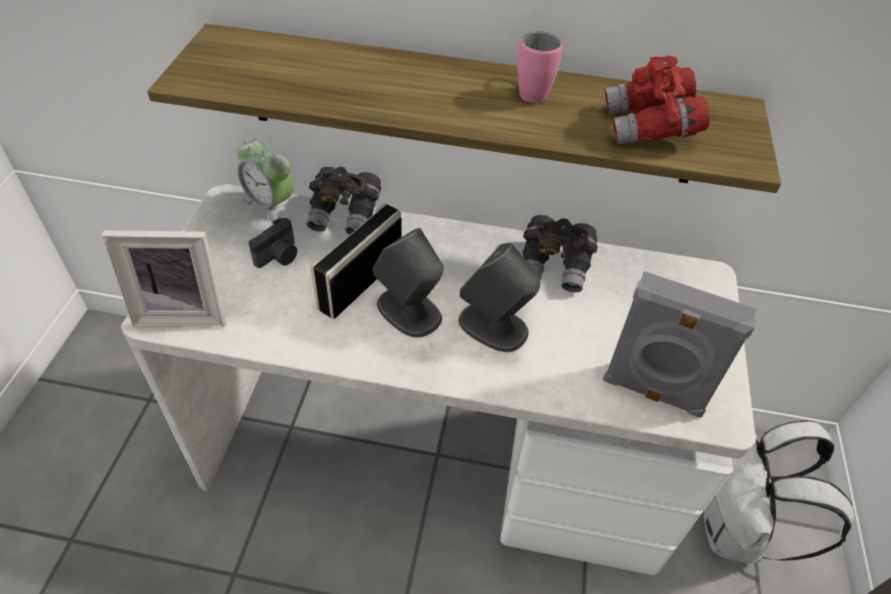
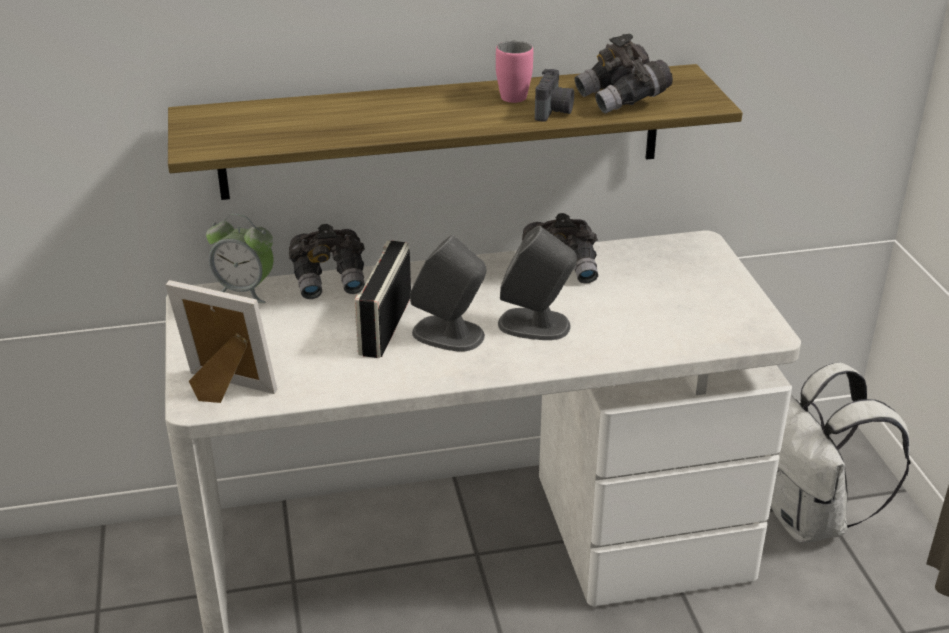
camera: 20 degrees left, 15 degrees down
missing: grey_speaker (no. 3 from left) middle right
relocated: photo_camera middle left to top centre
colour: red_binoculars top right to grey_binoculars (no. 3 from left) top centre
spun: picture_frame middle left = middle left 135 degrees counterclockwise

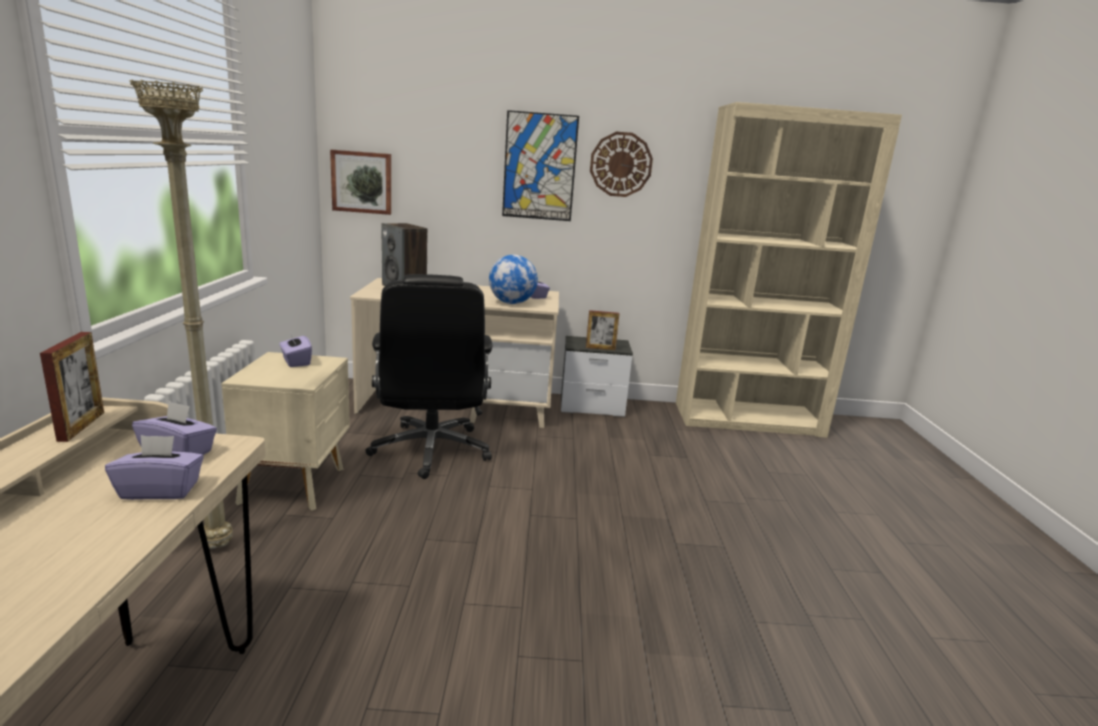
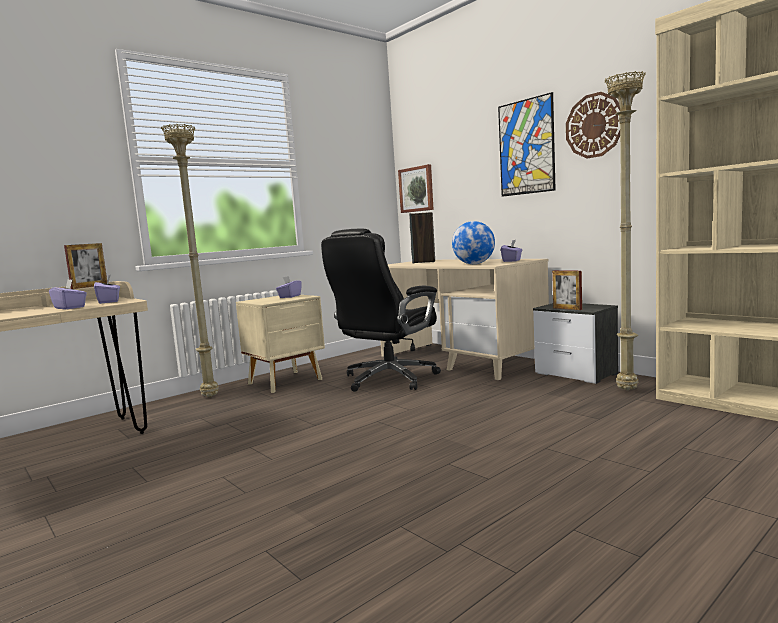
camera: 50 degrees right, 10 degrees down
appeared: beige_floor_lamp (no. 2 from left) middle right

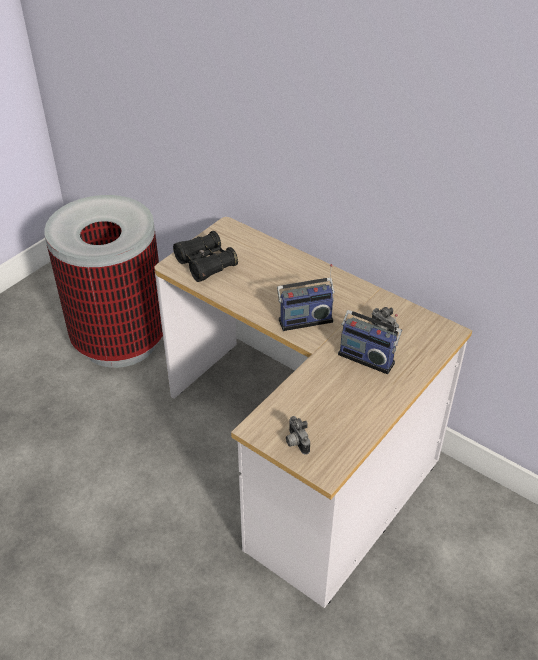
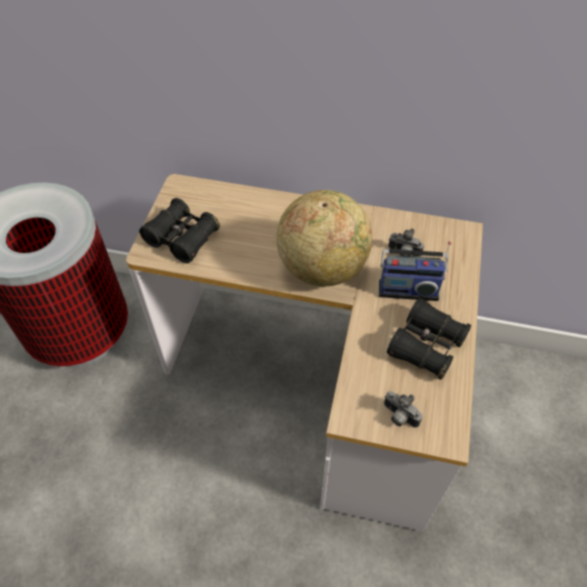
camera: 25 degrees left, 10 degrees up
appeared: black_binoculars (no. 2 from left) middle right
exchanged: radio (no. 1 from left) centre to globe centre

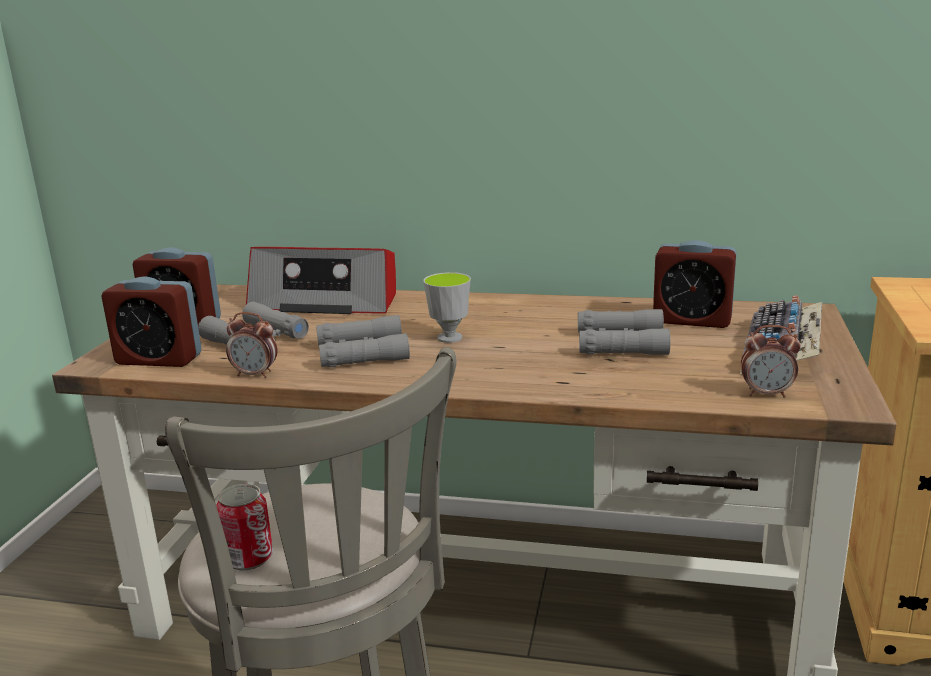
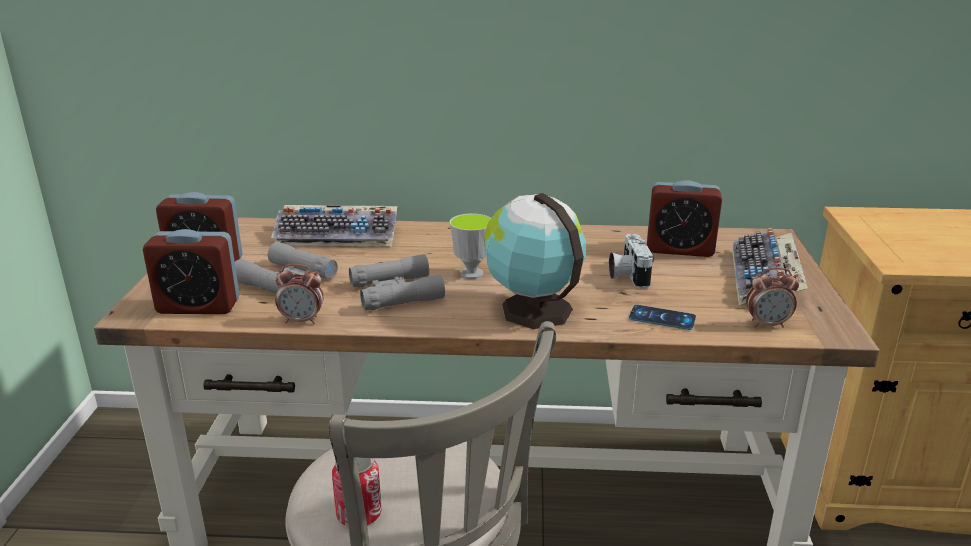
camera: 10 degrees left, 5 degrees up
appeared: globe centre; phone middle right
exchanged: radio centre to keyboard (no. 1 from left) centre; grey_binoculars (no. 3 from left) middle right to photo_camera centre

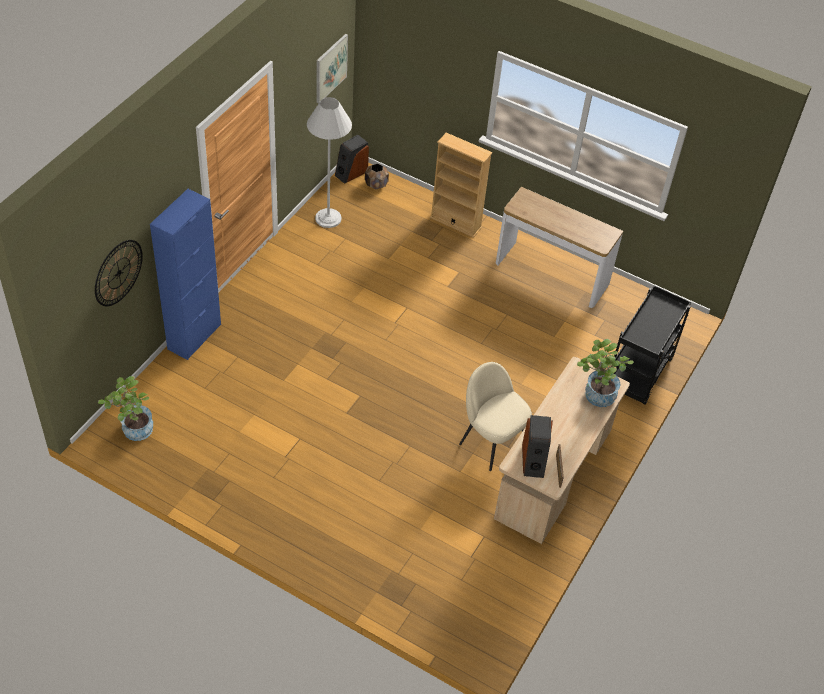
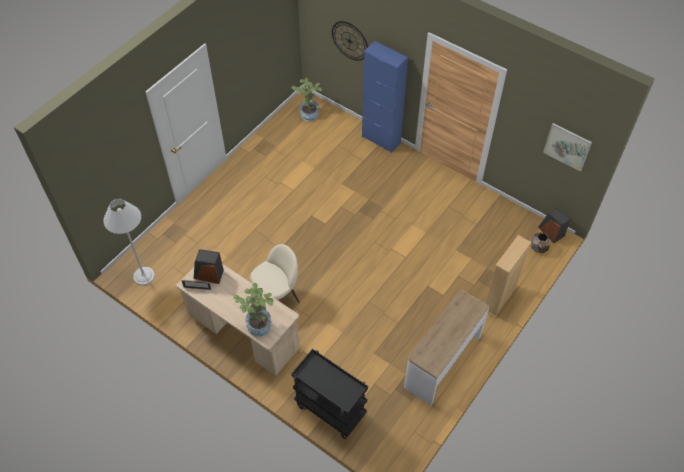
camera: 100 degrees right, 5 degrees up
relocated: white_floor_lamp top centre to middle left

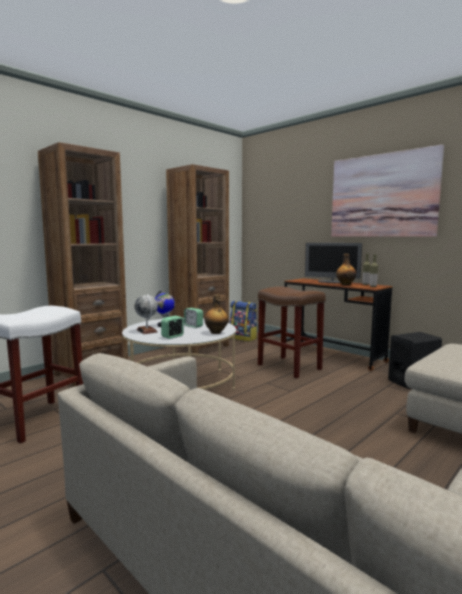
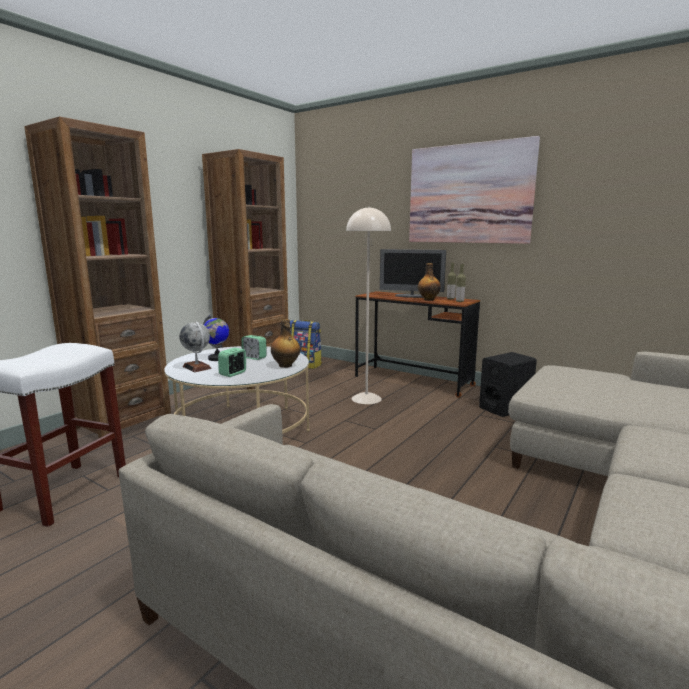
camera: 10 degrees left, 5 degrees up
exchanged: brown_stool centre to beige_floor_lamp centre

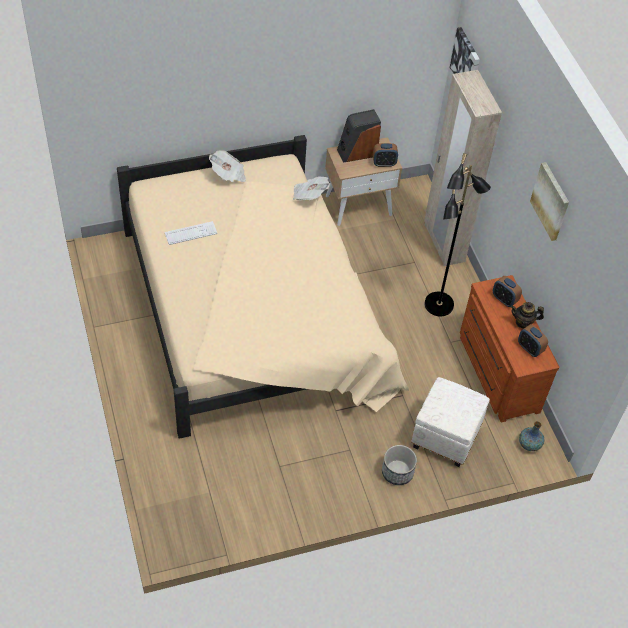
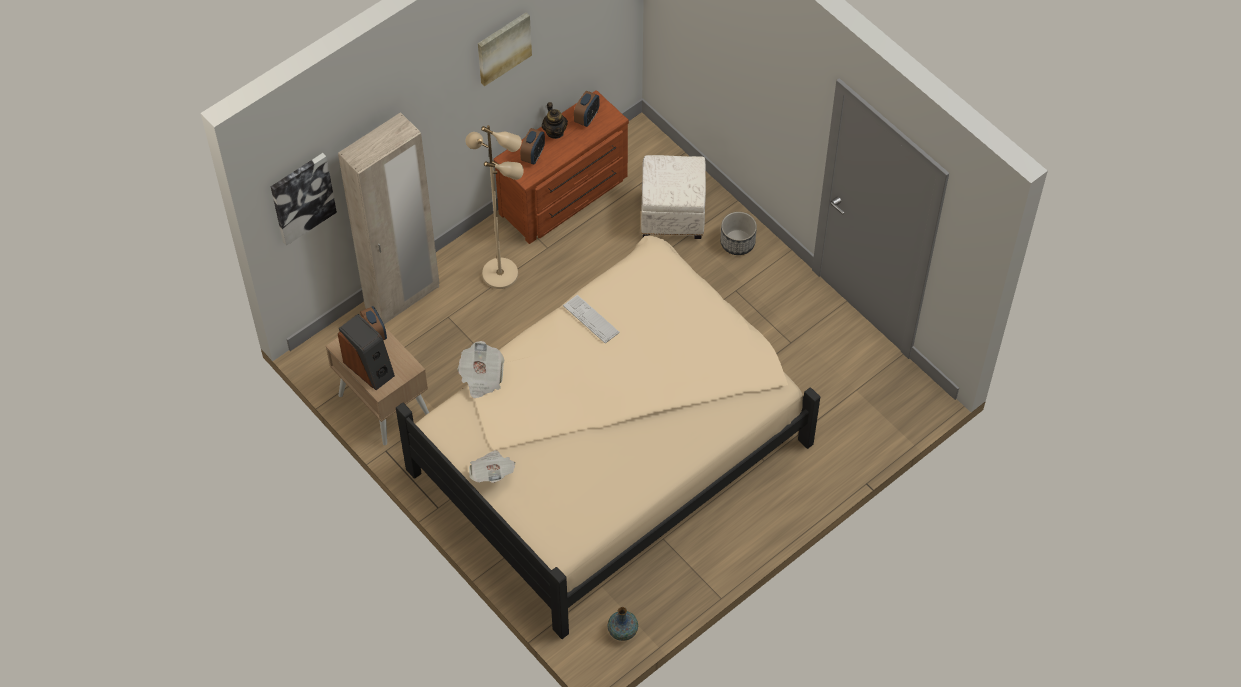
camera: 110 degrees left, 5 degrees up
relocated: keyboard middle left to centre; vase bottom right to bottom centre
colour: black_floor_lamp middle right to beige_floor_lamp top centre

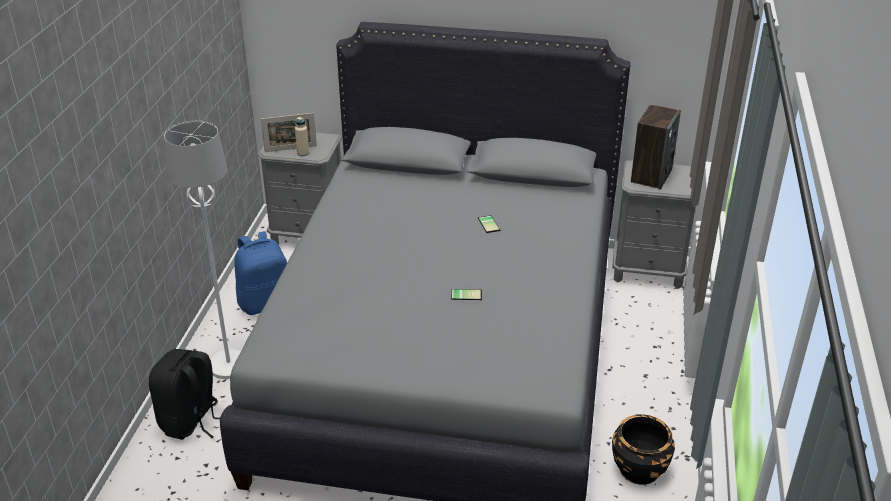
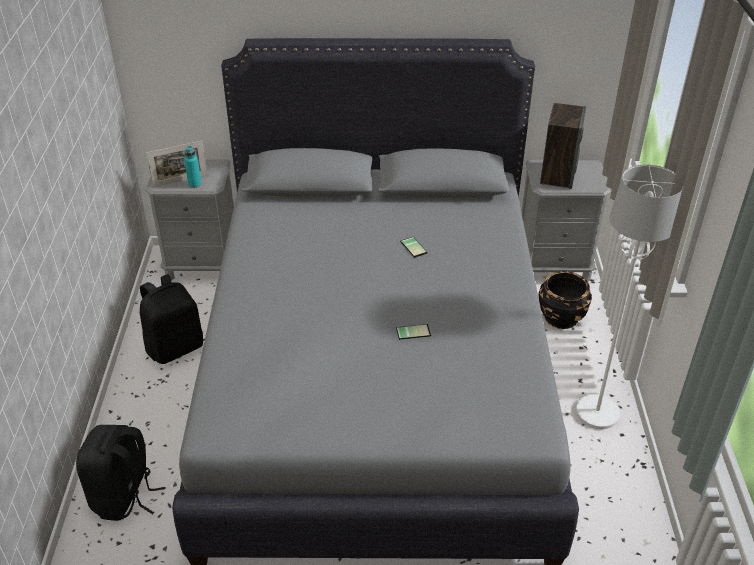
camera: 10 degrees left, 5 degrees up
relocated: white_floor_lamp middle left to middle right; black_planter bottom right to middle right
colour: beige_bottle top centre to turquoise_bottle top left; blue_backpack middle left to black_backpack (no. 2 from left) middle left

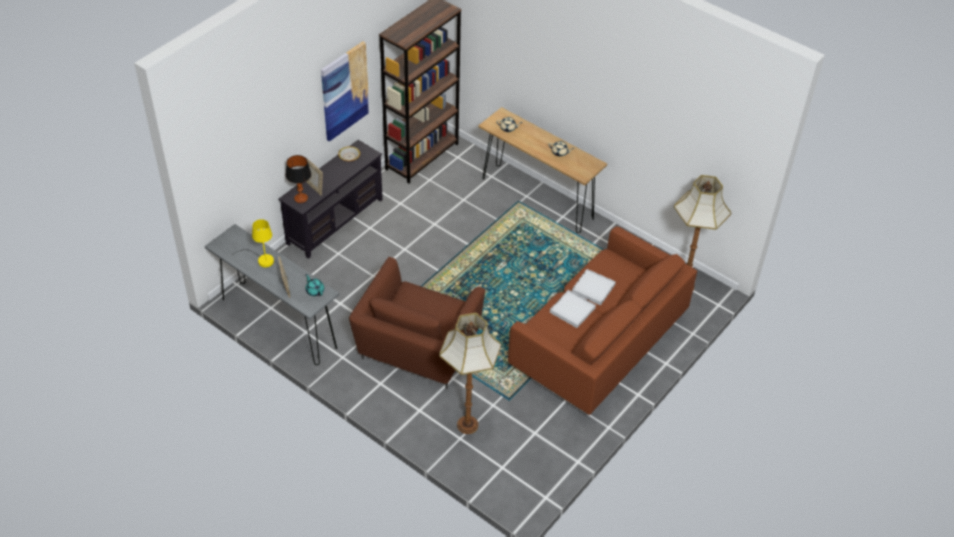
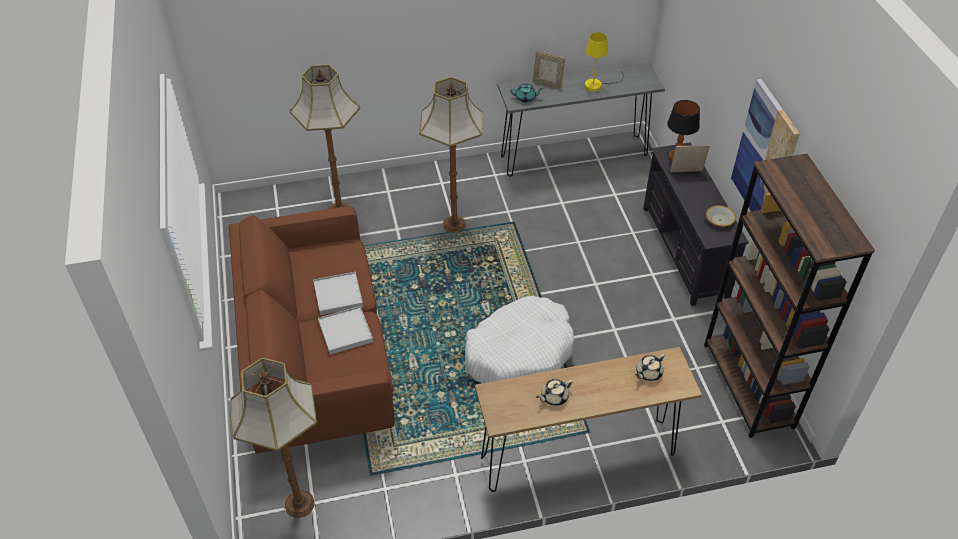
camera: 130 degrees right, 0 degrees up
appeared: white_dog_bed centre
exchanged: brown_armchair centre to floor_lamp (no. 3 from left) top centre

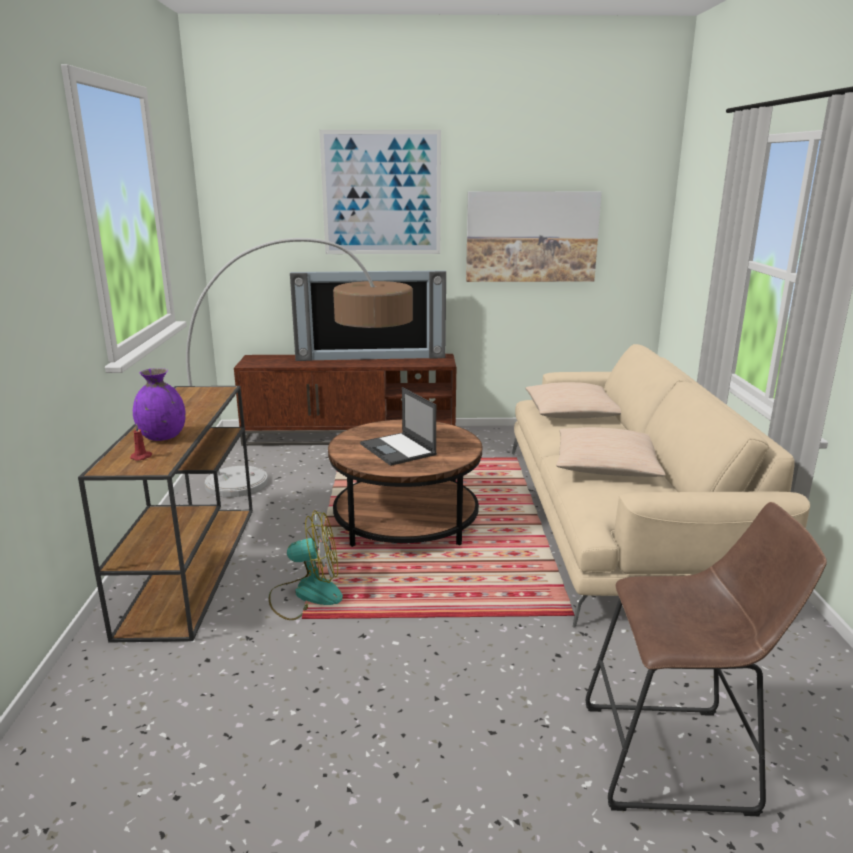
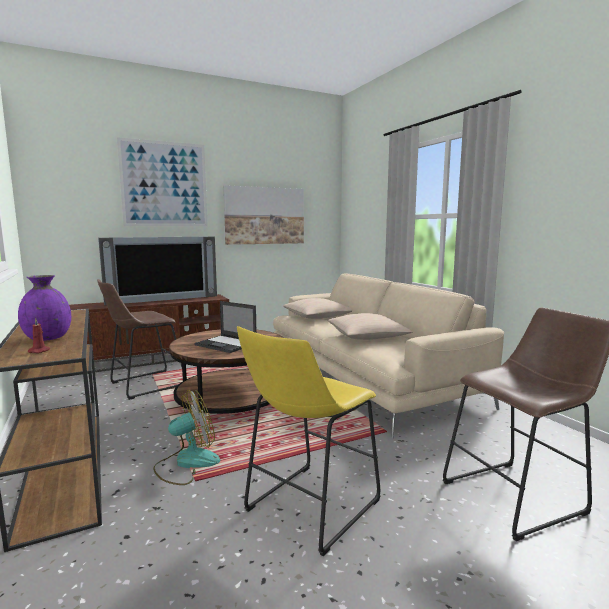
camera: 25 degrees left, 10 degrees down
appeared: yellow_stool bottom centre
exchanged: floor_lamp centre to brown_stool (no. 1 from left) middle left

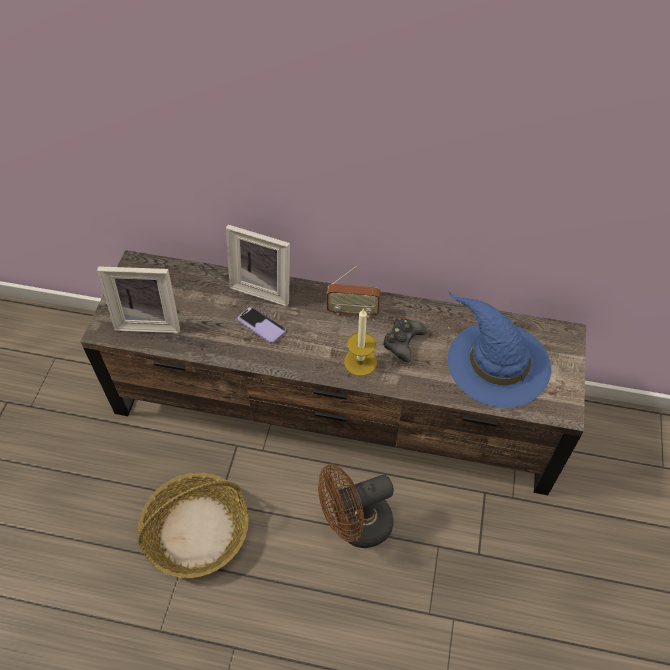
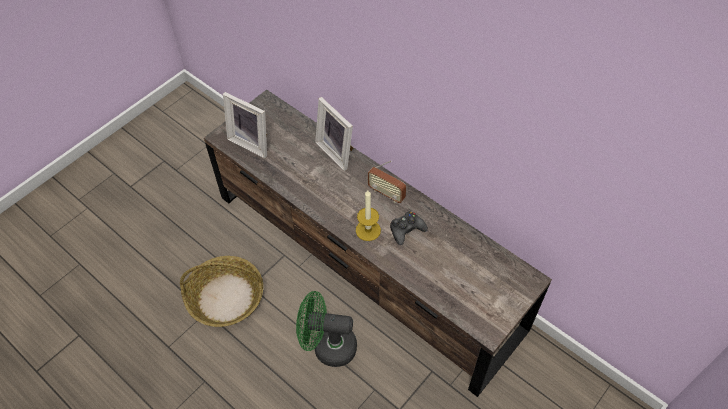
camera: 30 degrees right, 0 degrees up
missing: blue_hat middle right; phone centre
colour: brown_fan bottom centre to green_fan bottom centre

